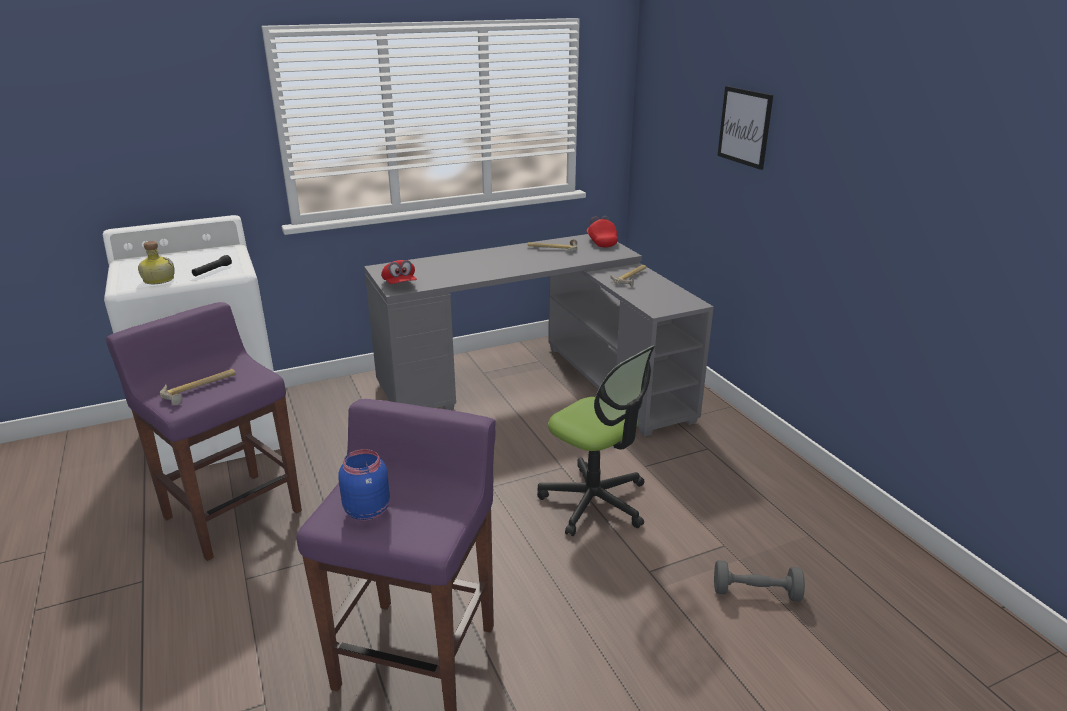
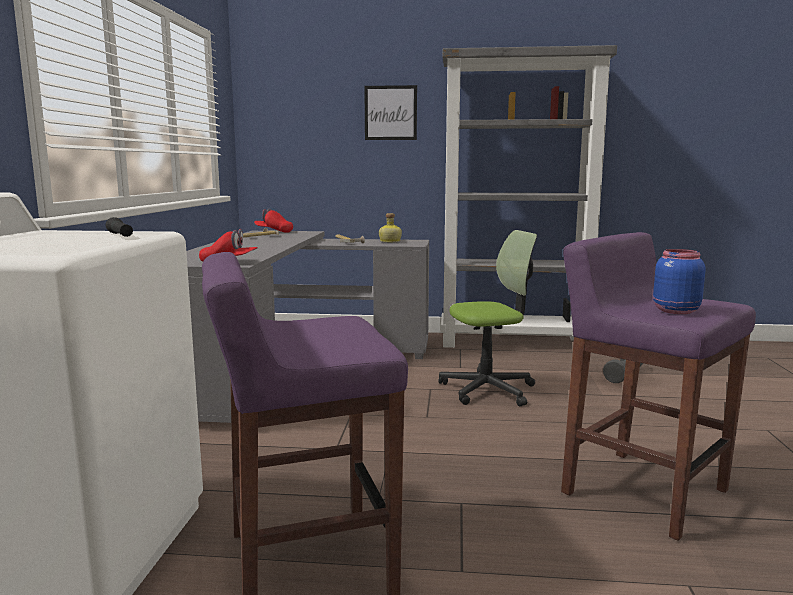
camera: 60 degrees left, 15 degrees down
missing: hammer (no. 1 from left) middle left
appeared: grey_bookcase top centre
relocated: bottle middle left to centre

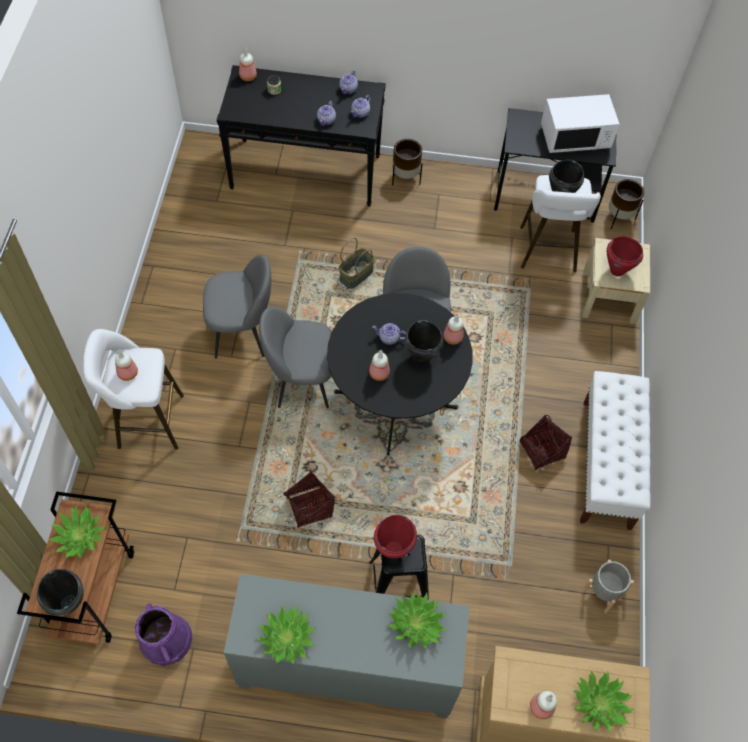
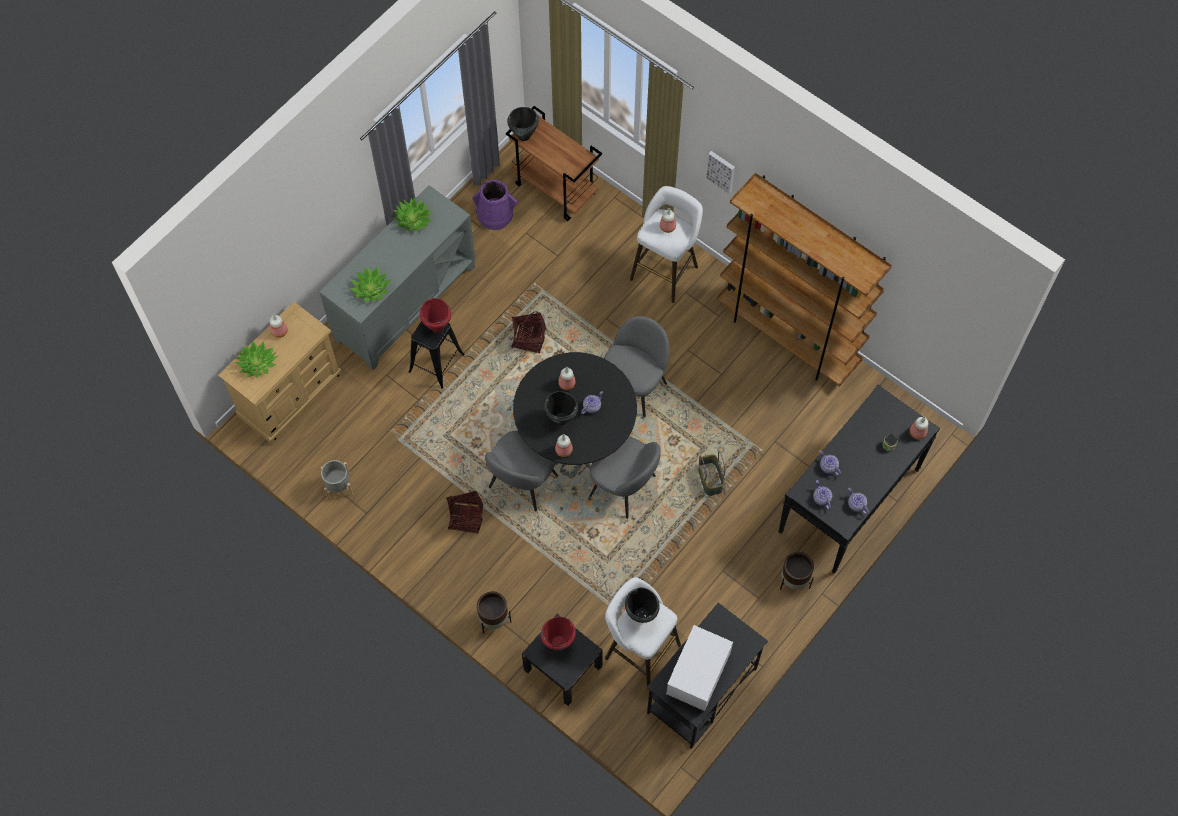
camera: 125 degrees right, 5 degrees up
missing: white_bench middle right; potted_plant (no. 1 from left) bottom left
appeared: picture top centre; brown_bookcase middle right
relocated: brown_planter (no. 2 from left in the first image) top right to brown_planter (no. 1 from left) bottom centre; grey_chair (no. 1 from left) middle left to centre
colour: beige_nightstand middle right to black_nightstand bottom centre

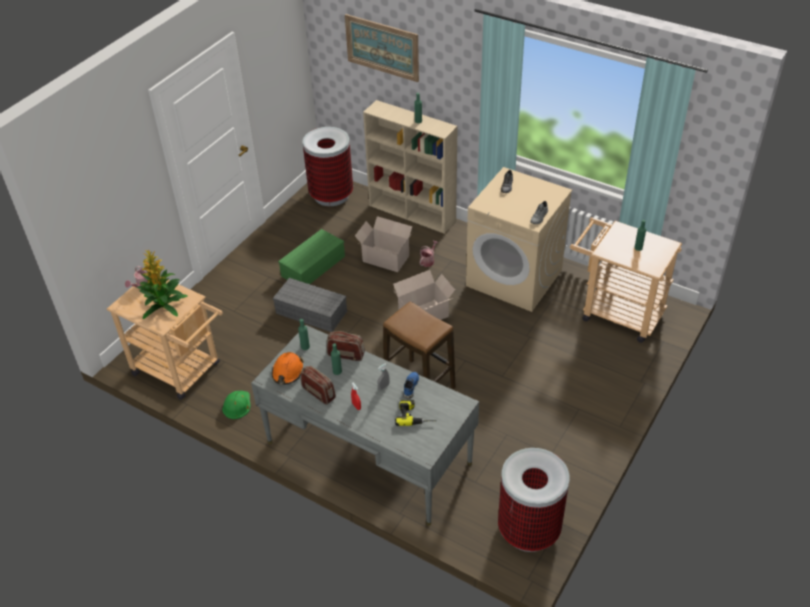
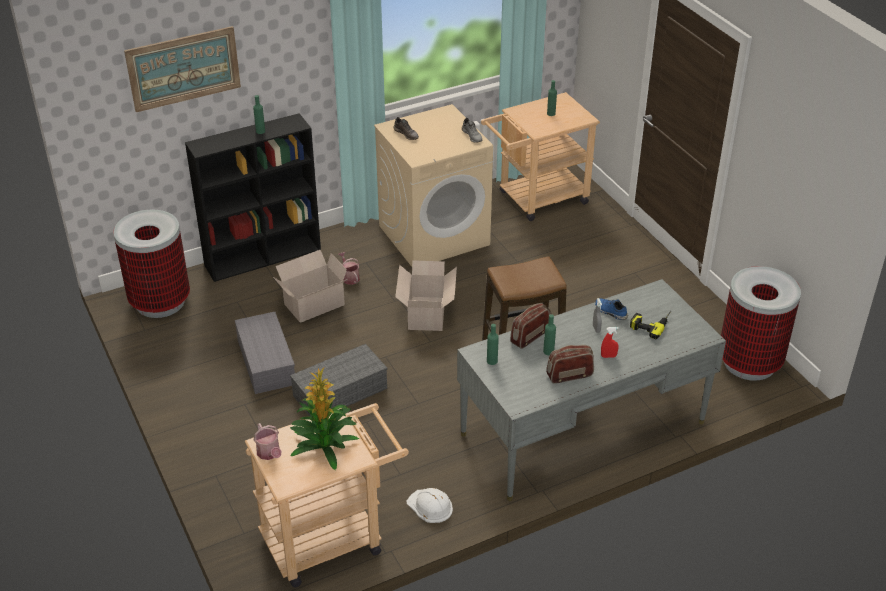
camera: 60 degrees left, 5 degrees down
missing: orange_hard_hat centre
colour: beige_bookcase top centre to black_bookcase middle left; green_storage_box centre to grey_storage_box (no. 1 from left) middle left; green_hard_hat bottom left to white_hard_hat bottom centre

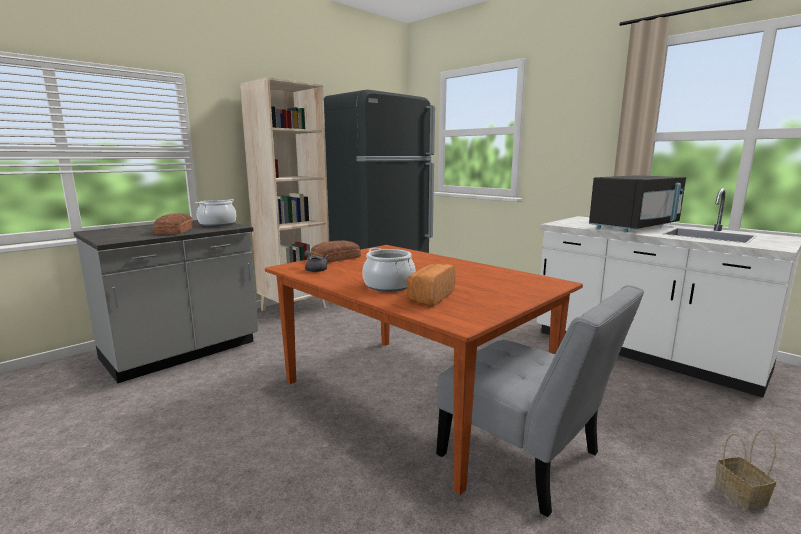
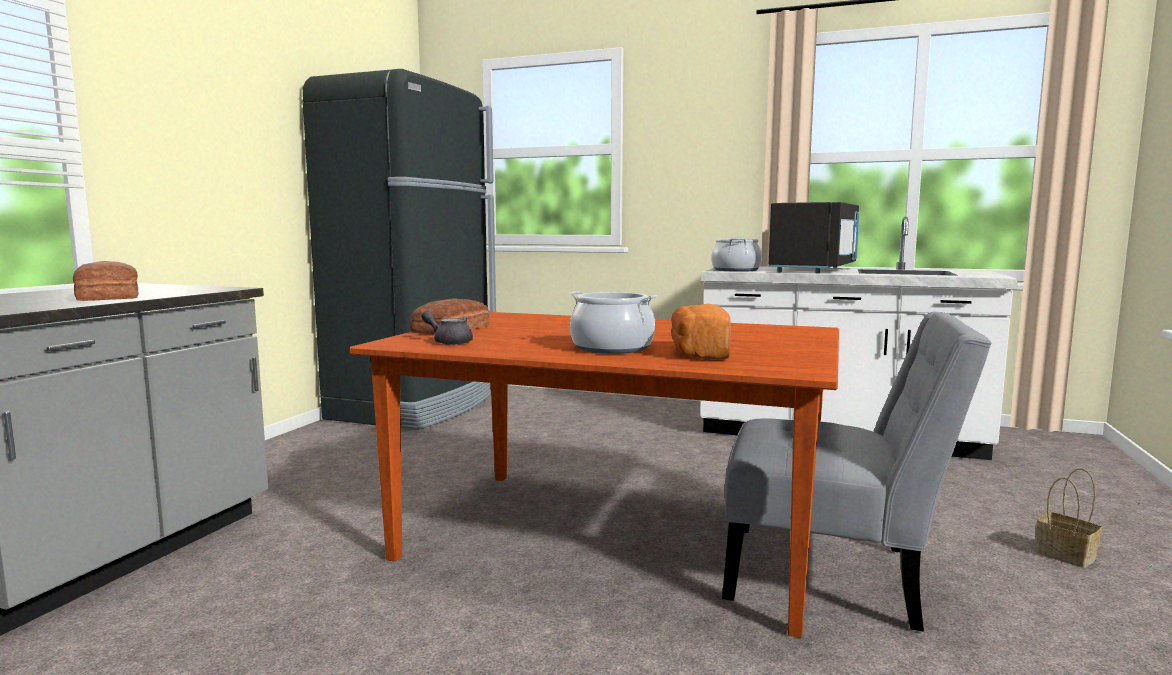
camera: 25 degrees left, 5 degrees down
missing: beige_bookcase centre
relocated: cooking_pot (no. 1 from left in the first image) middle left to cooking_pot (no. 2 from left) centre

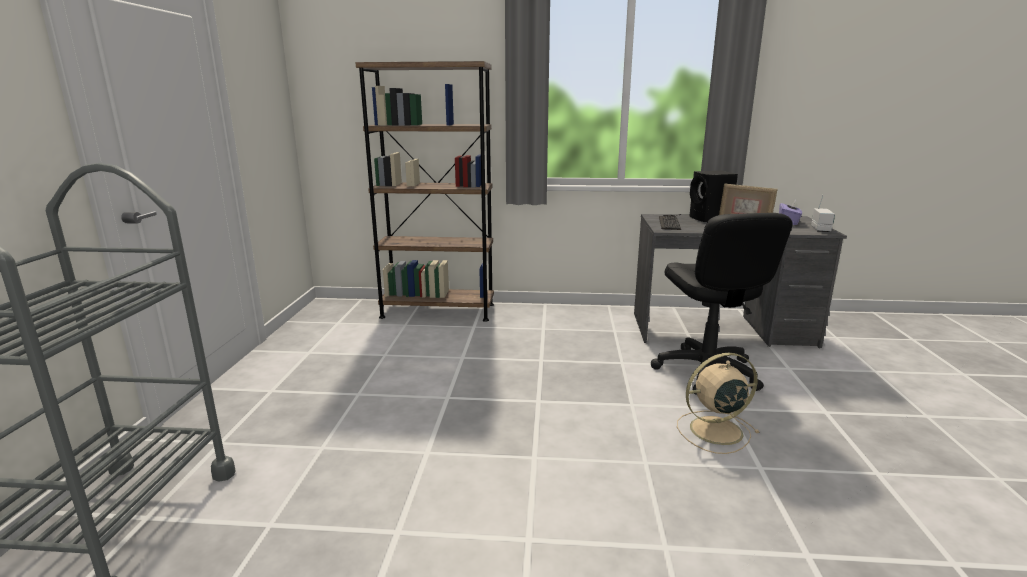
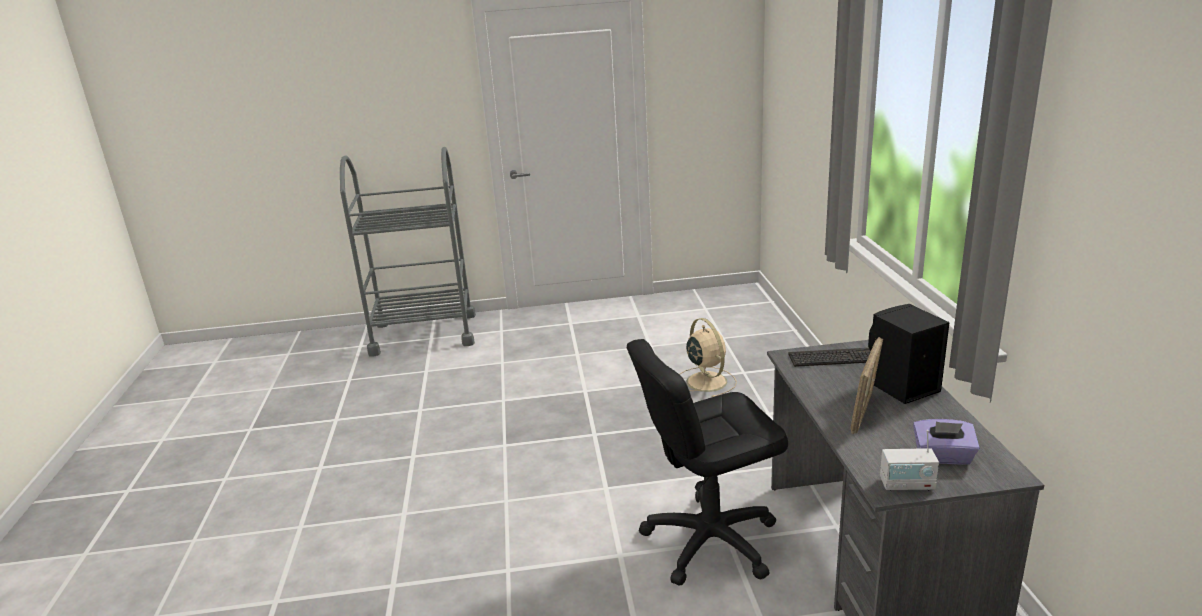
camera: 80 degrees right, 5 degrees up
missing: brown_bookcase top centre
relocated: beige_fan bottom right to centre

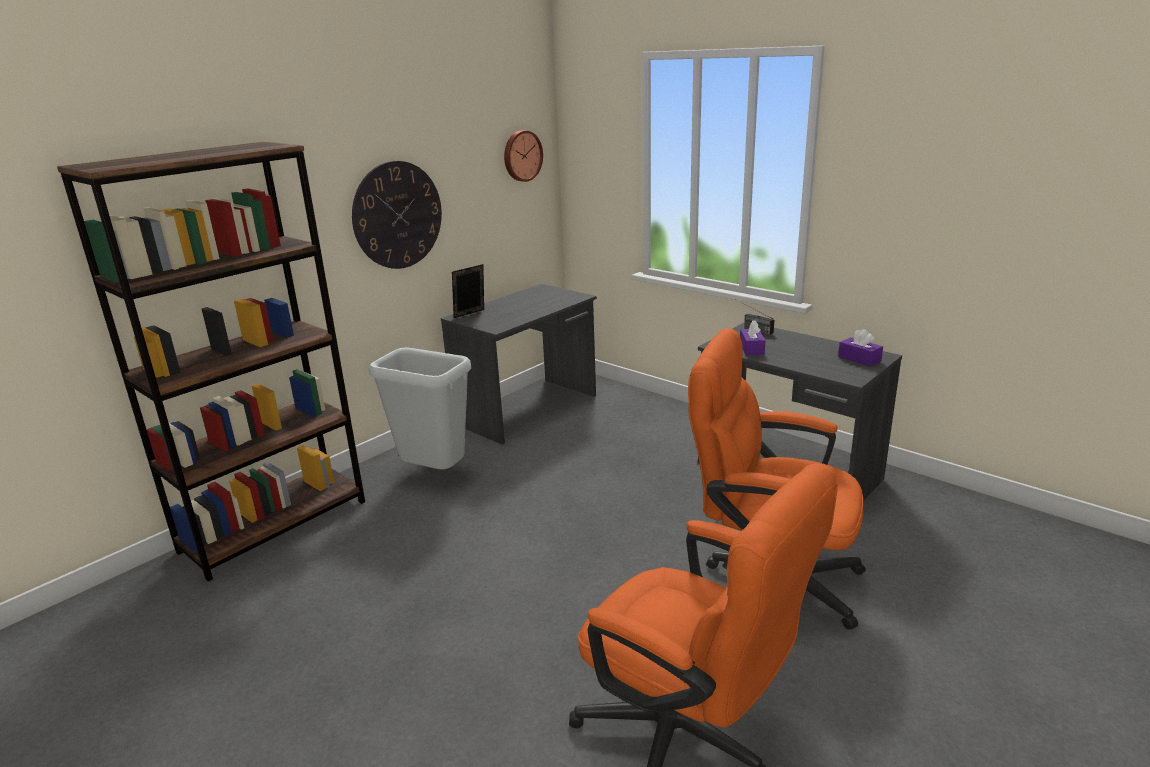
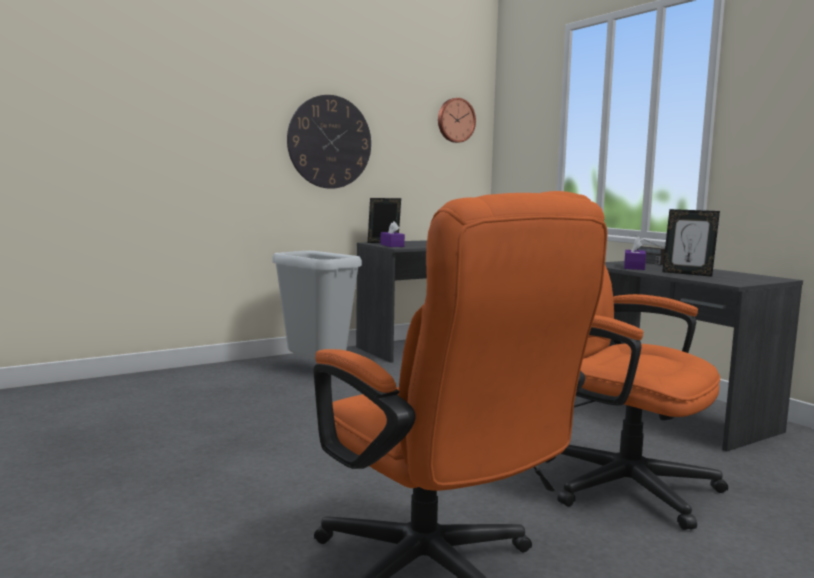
camera: 15 degrees right, 15 degrees down
missing: brown_bookcase middle left
appeared: picture_frame (no. 2 from left) middle right
relocated: purple_tissue_box (no. 2 from left in the first image) middle right to purple_tissue_box (no. 1 from left) centre

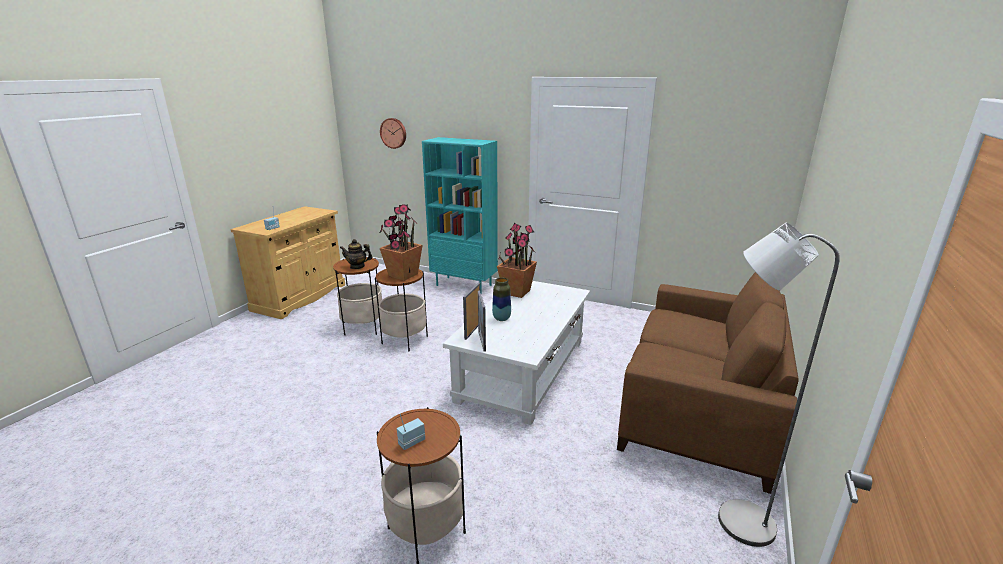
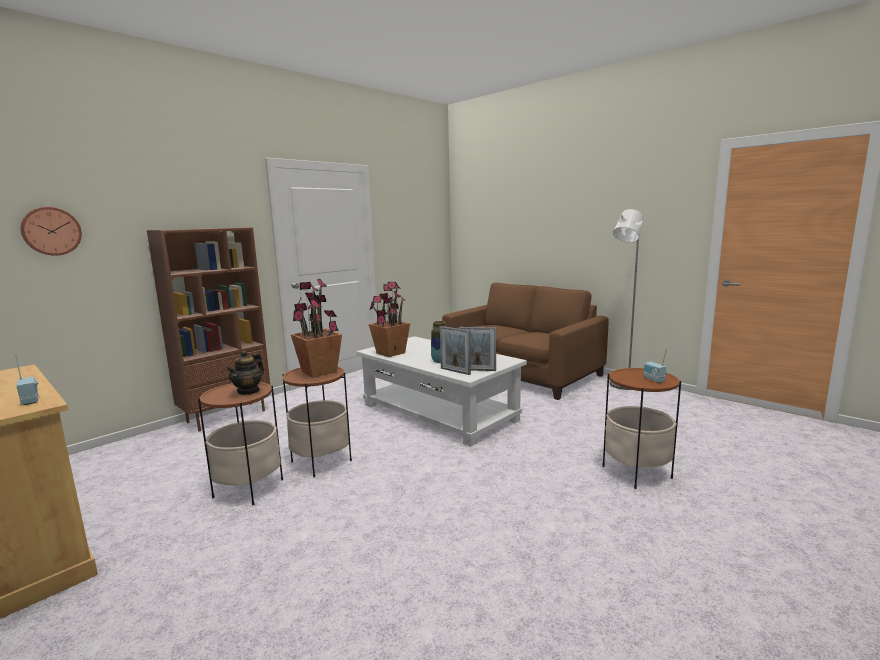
camera: 70 degrees left, 10 degrees down
colour: turquoise_bookcase centre to brown_bookcase middle left

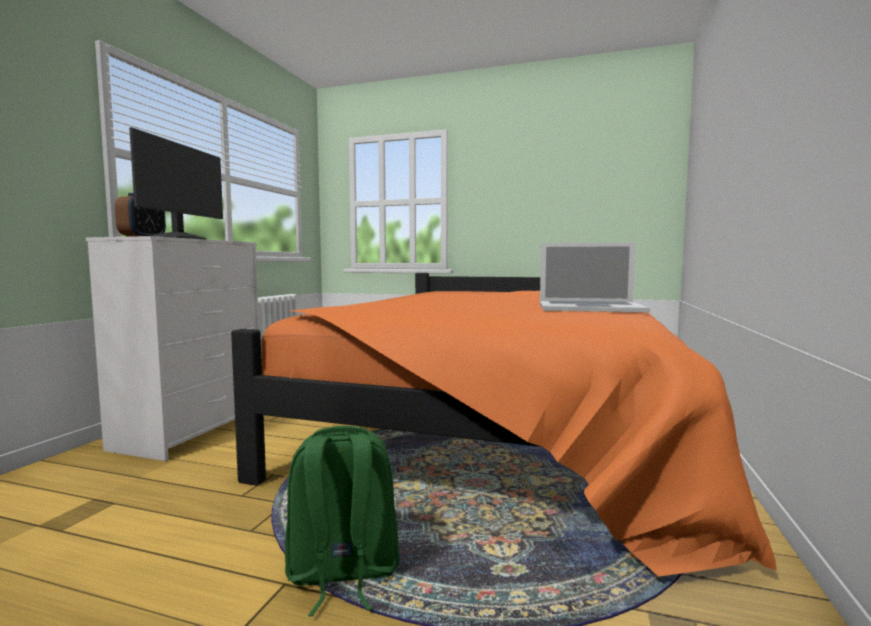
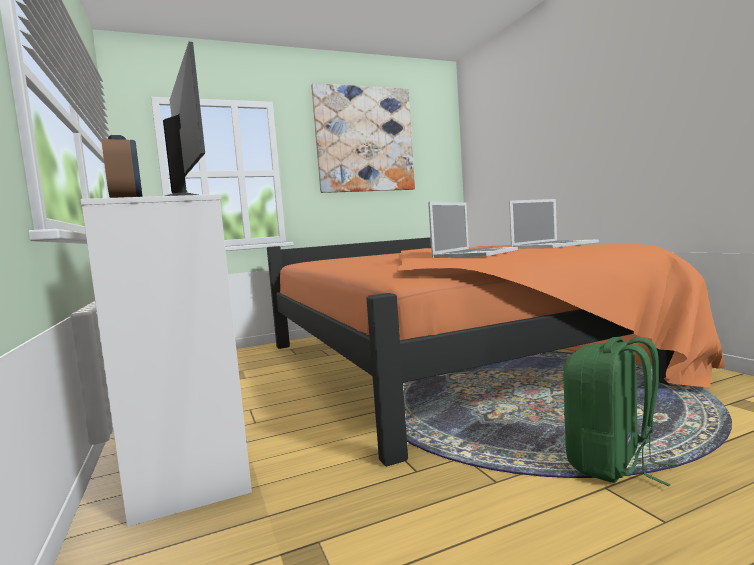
camera: 40 degrees left, 0 degrees up
appeared: picture top centre; laptop (no. 1 from left) centre

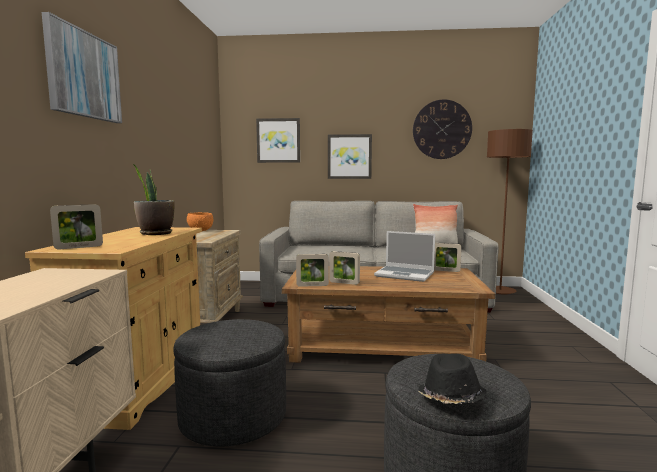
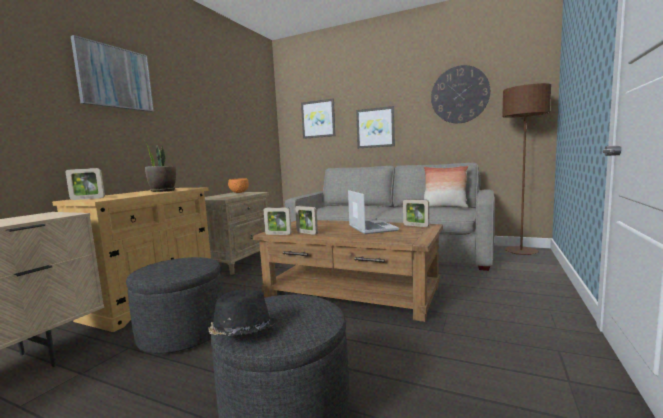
camera: 20 degrees right, 0 degrees up
spun: laptop centre = centre 150 degrees counterclockwise

